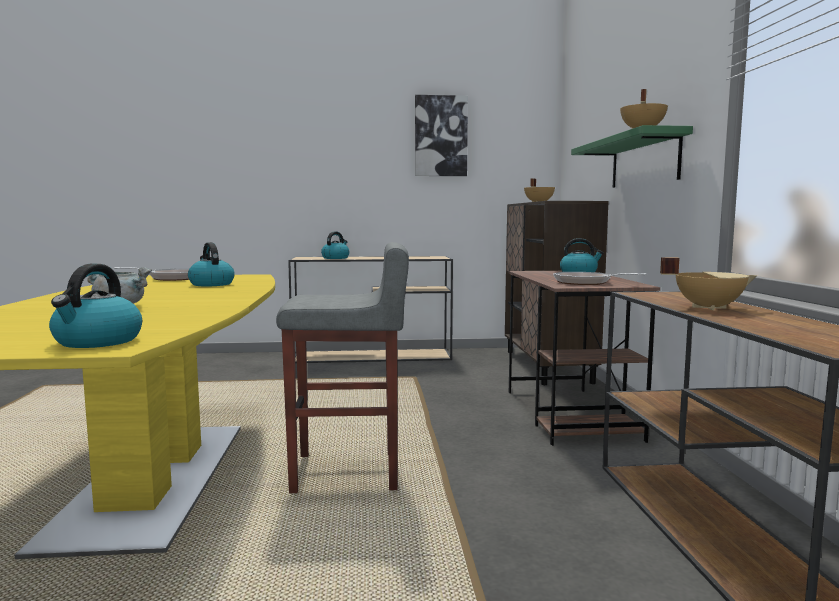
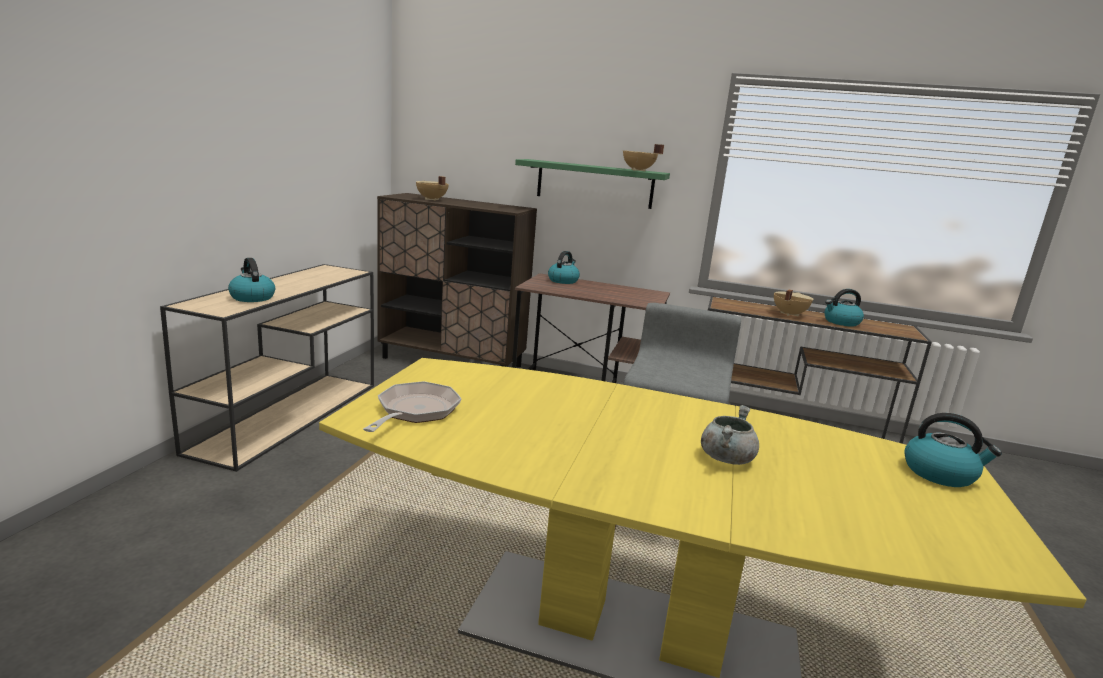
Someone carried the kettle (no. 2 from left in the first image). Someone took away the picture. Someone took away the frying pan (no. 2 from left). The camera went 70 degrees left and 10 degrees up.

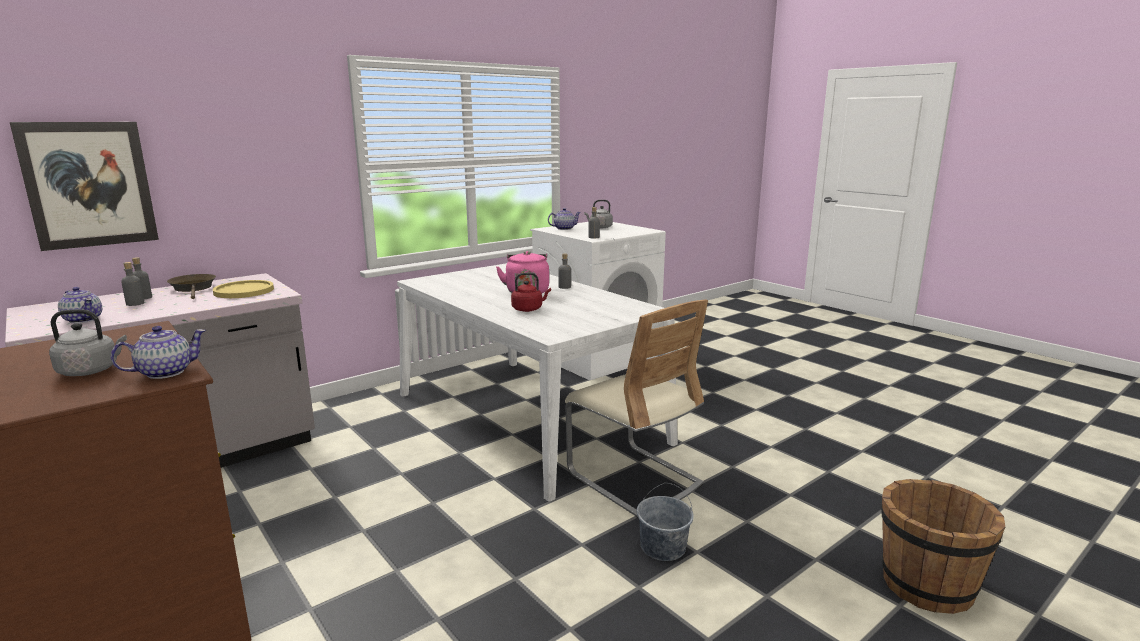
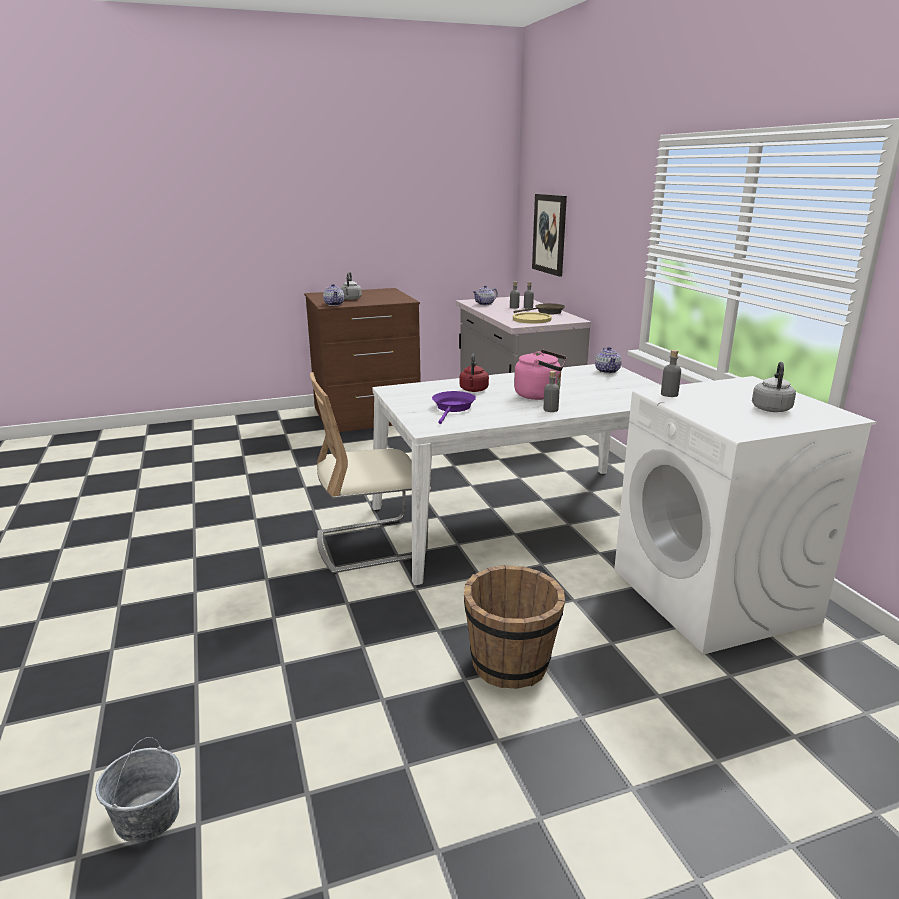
Someone carried the teapot (no. 3 from left). Someone carried the grey bucket. Someone carried the brown bucket. Someone put down the purple frying pan. The camera went 110 degrees right and 5 degrees up.

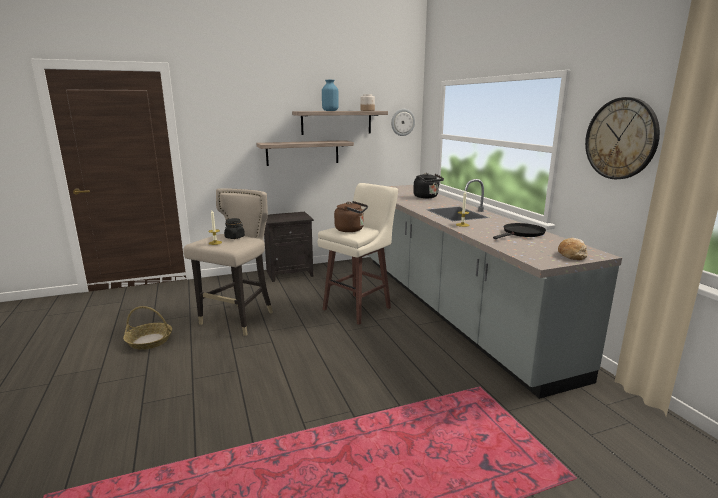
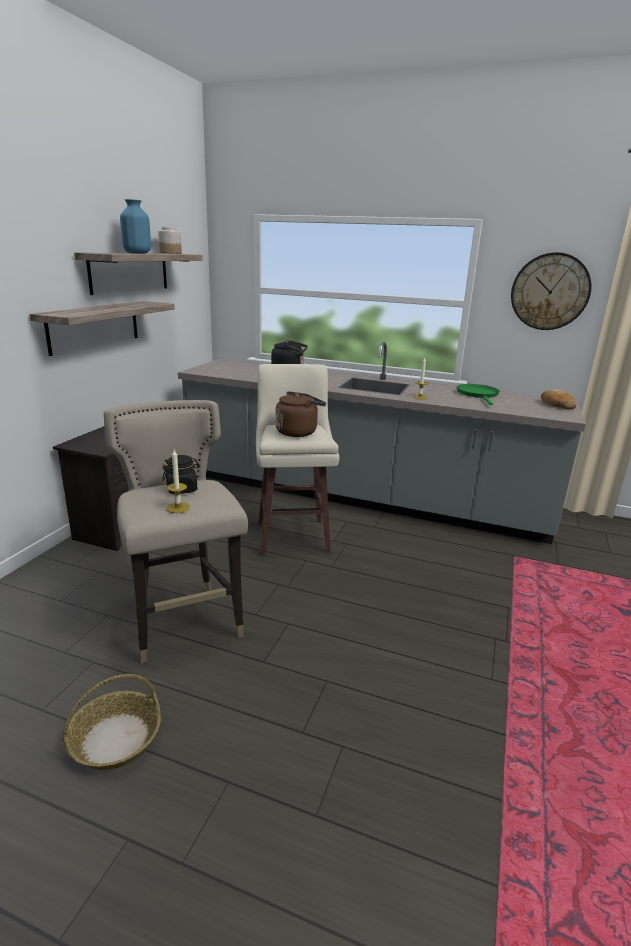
Someone took away the wall clock (no. 1 from left). Someone repainted the black frying pan, which became the green frying pan. The camera went 50 degrees left and 5 degrees up.

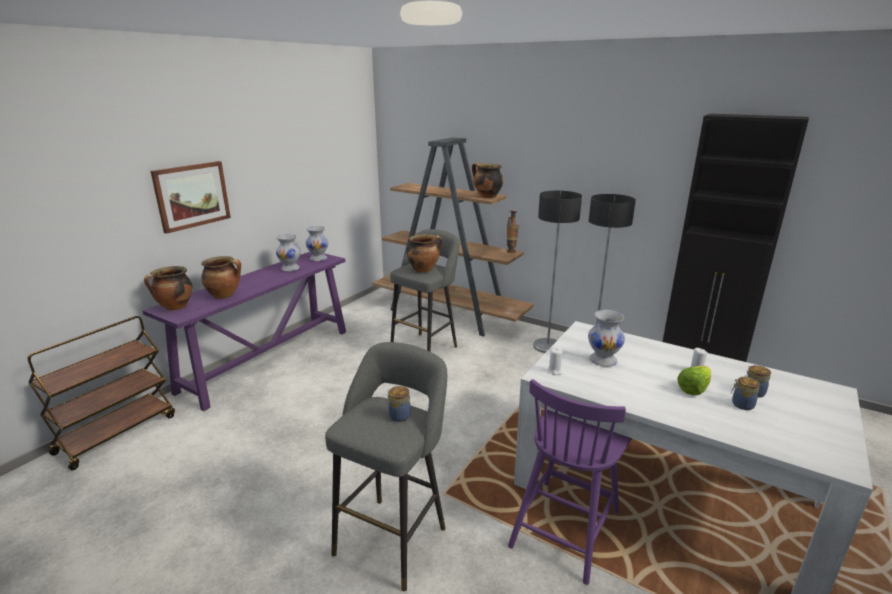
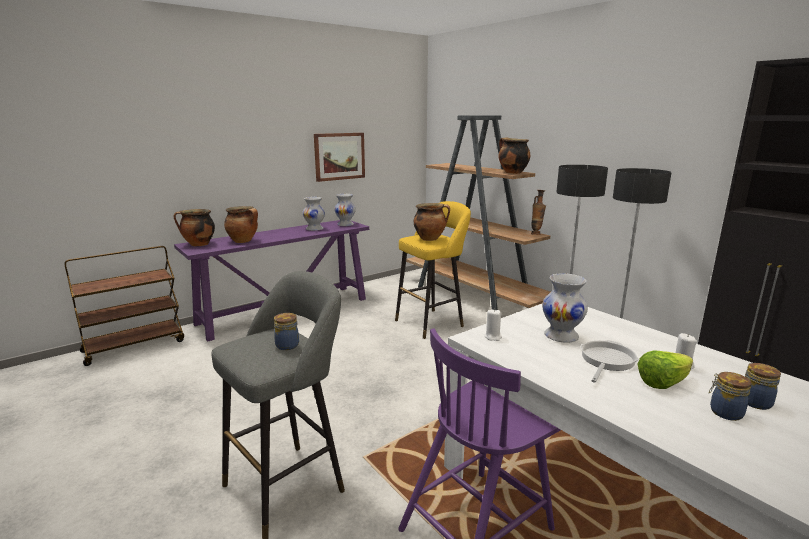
Someone carried the picture. Someone repainted the grey stool (no. 2 from left), which became the yellow stool. Someone put down the frying pan. The camera went 20 degrees right and 5 degrees down.

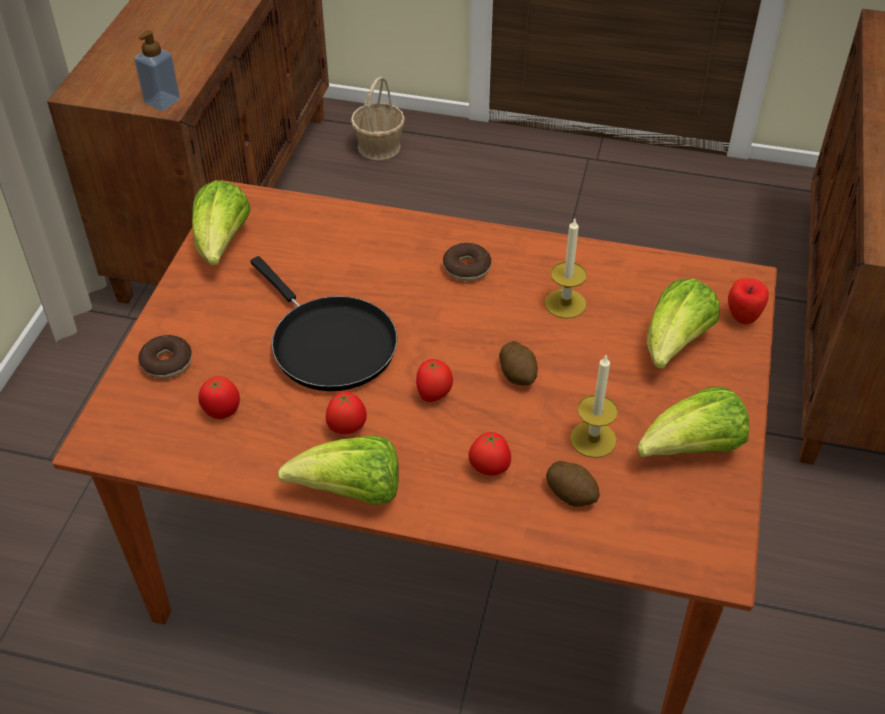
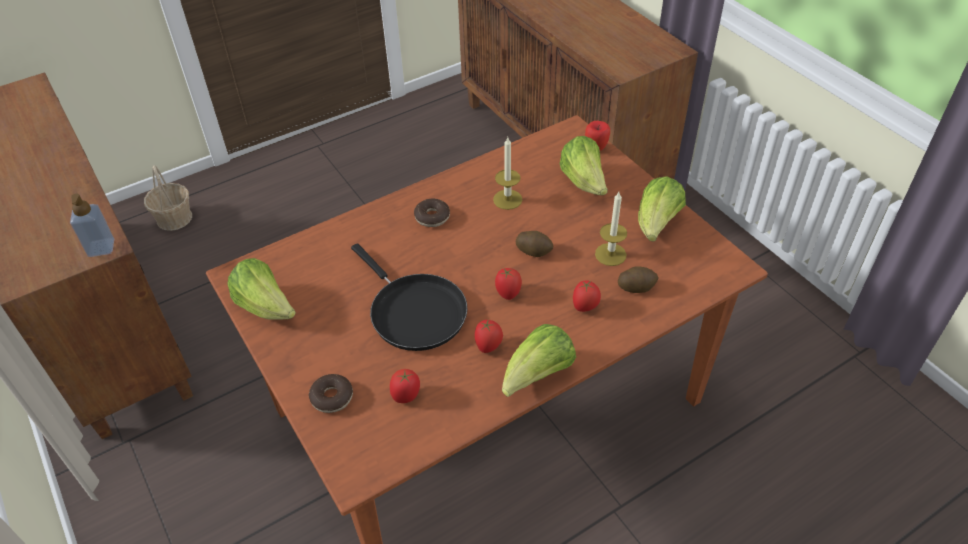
Someone rotated the black frying pan by 45 degrees clockwise. The camera went 45 degrees left and 0 degrees up.

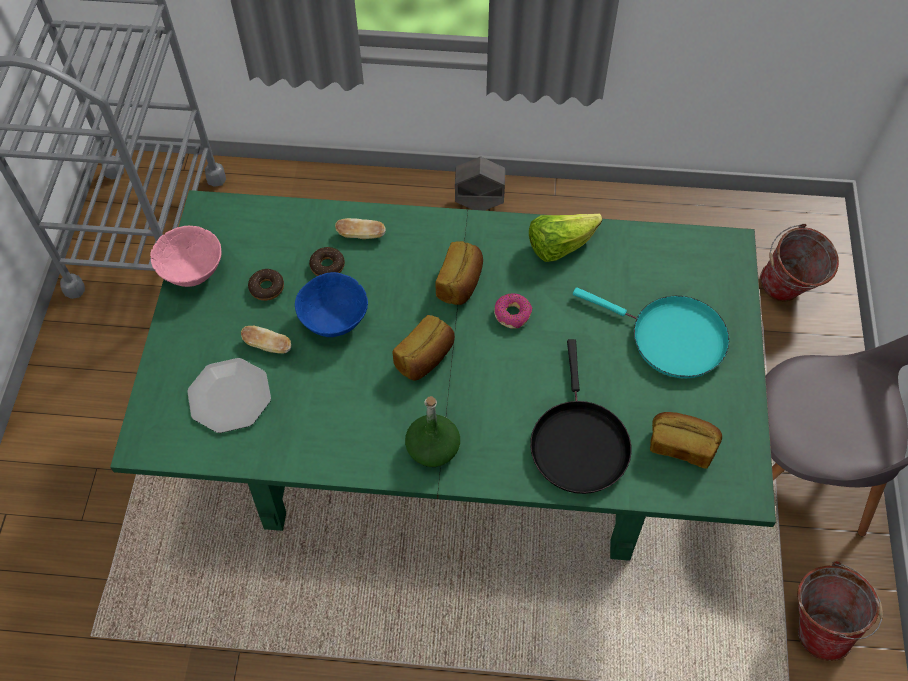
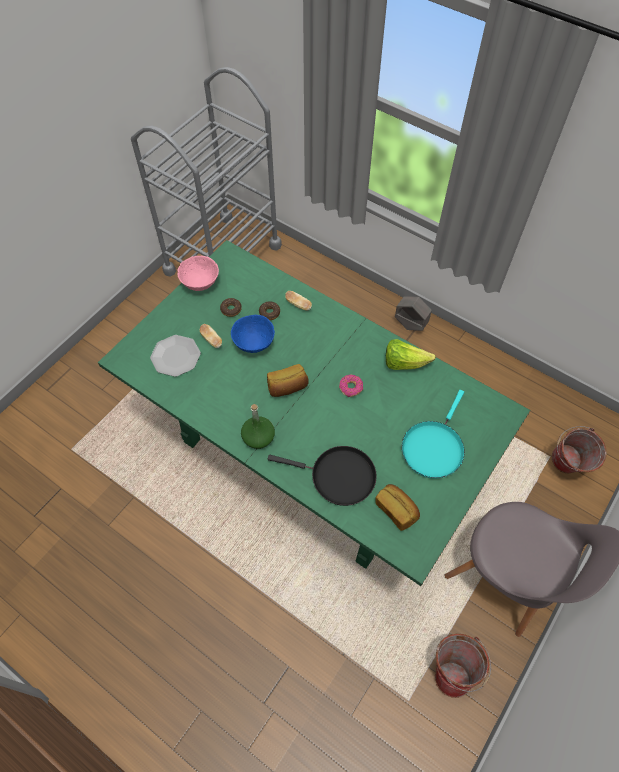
Someone took away the bread (no. 4 from left). Someone rotated the black frying pan by 105 degrees counterclockwise. Someone rotated the turquoise frying pan by 60 degrees clockwise. The camera went 30 degrees right and 0 degrees up.

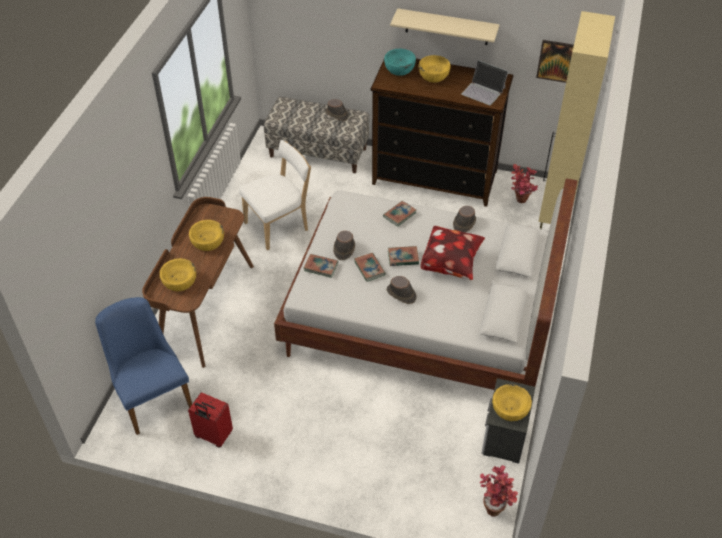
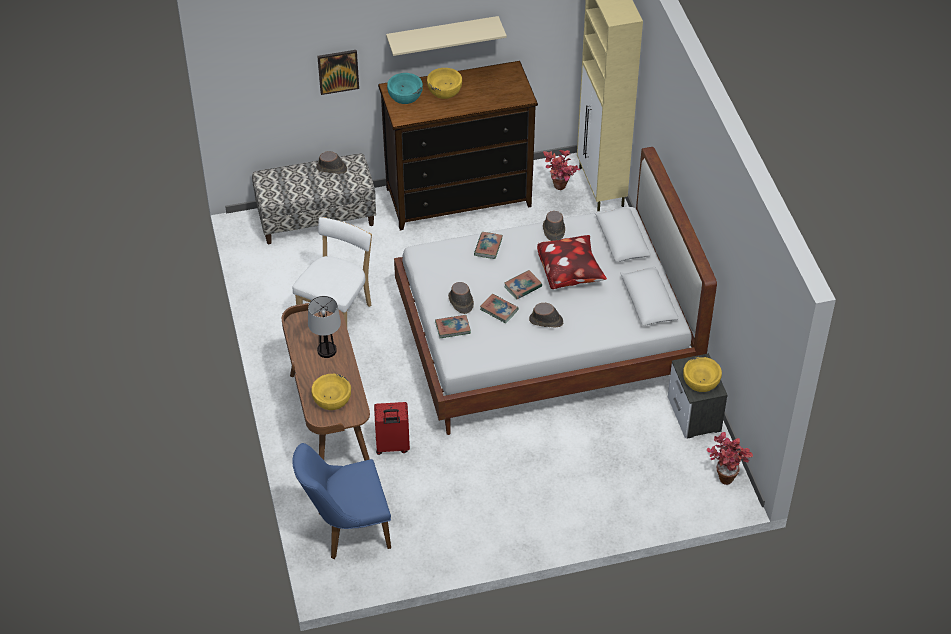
Someone rotated the blue chair by 45 degrees counterclockwise. Someone carried the red suitcase. Someone swapped the yellow bowl (no. 2 from left) for the table lamp. Someone took away the laptop. Someone carried the picture. The camera went 30 degrees left and 0 degrees up.

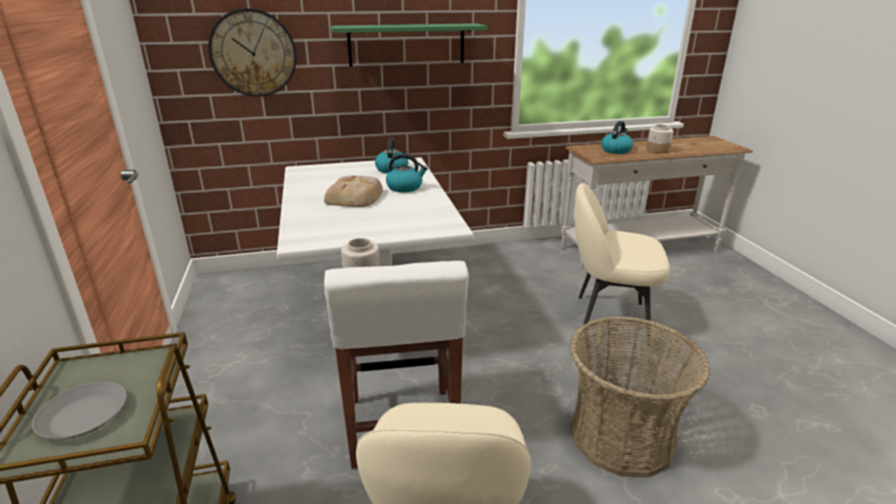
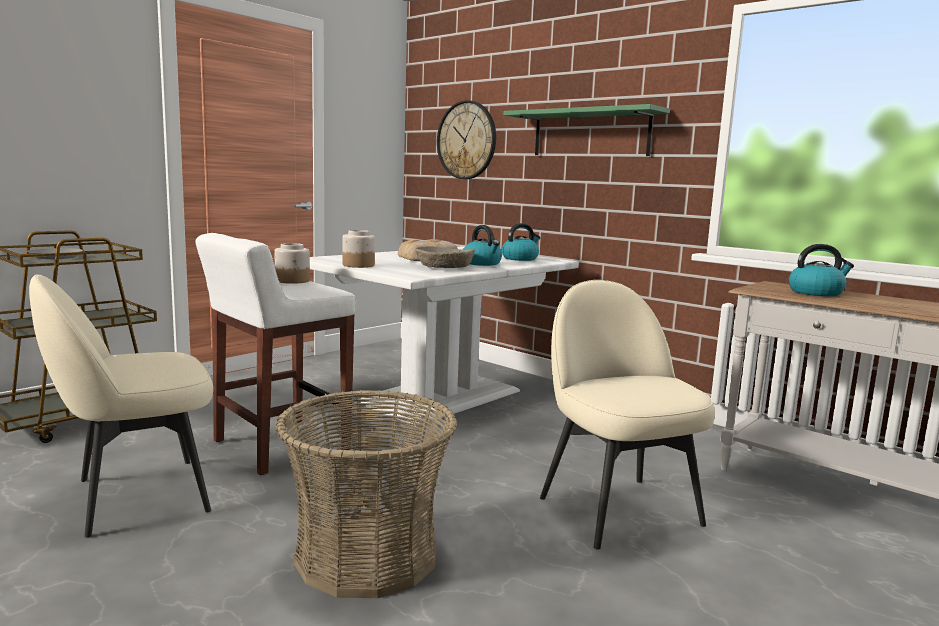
Someone carried the jar (no. 2 from left). Someone put down the beige bowl. The camera went 55 degrees right and 15 degrees down.

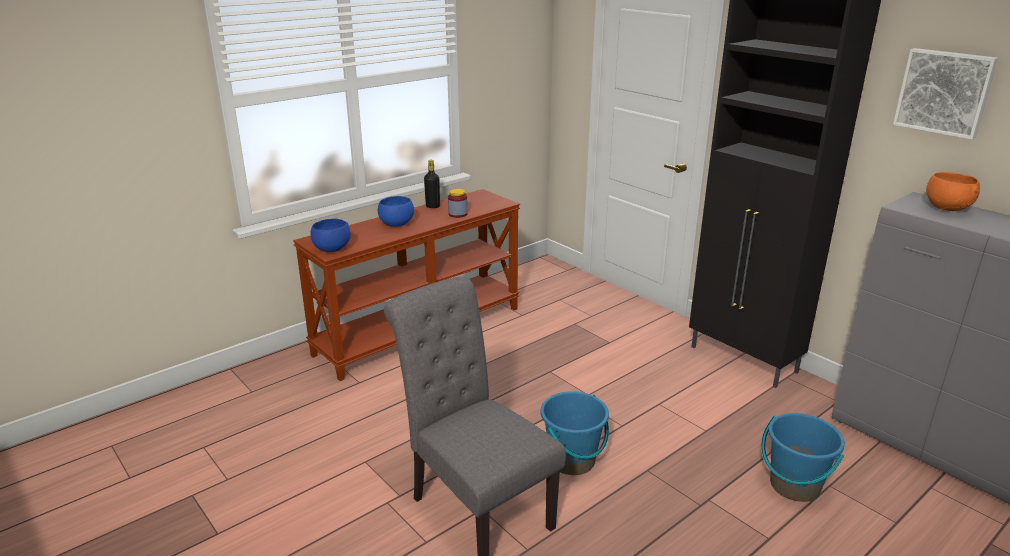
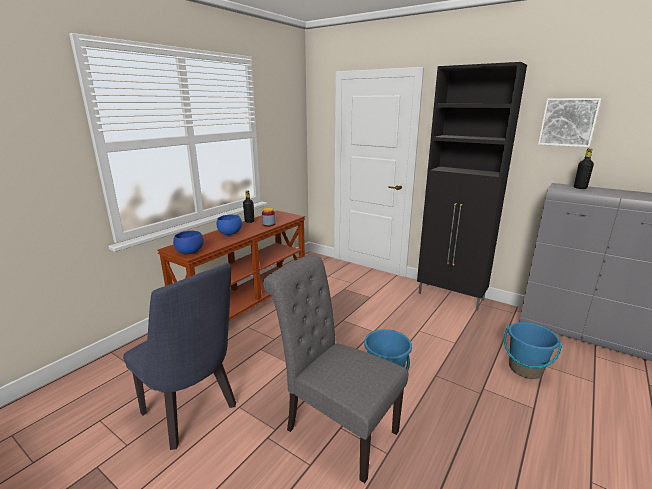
Someone swapped the orange bowl for the black bottle (no. 2 from left). Someone put down the blue chair. The camera went 15 degrees left and 5 degrees down.

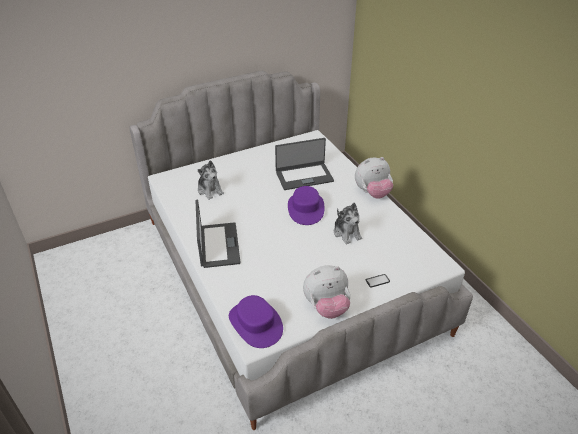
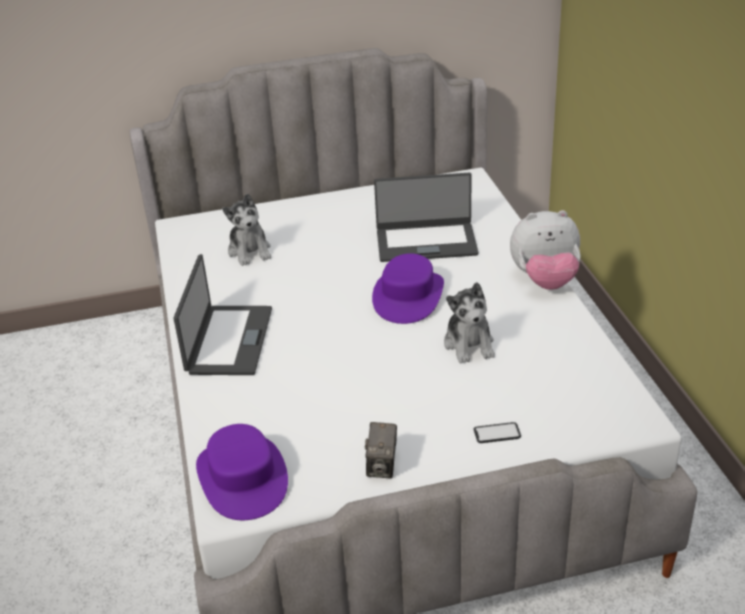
Someone swapped the plush toy (no. 2 from left) for the photo camera. The camera went 15 degrees right and 5 degrees down.

